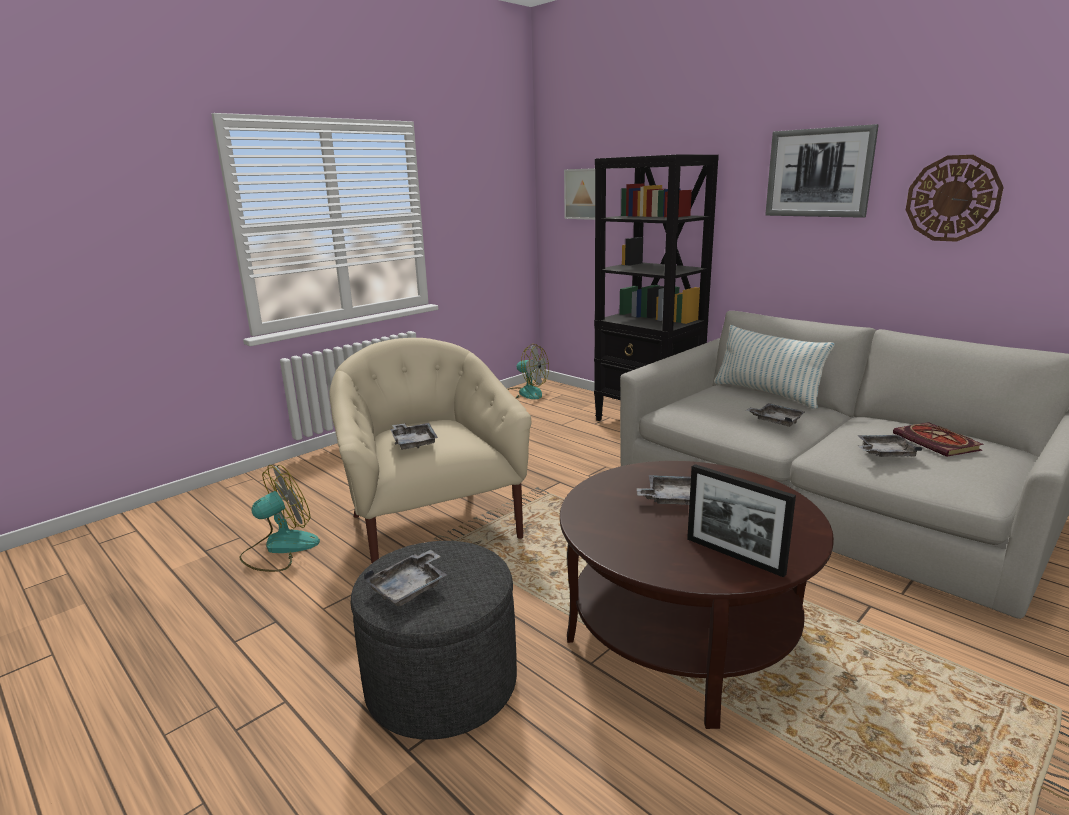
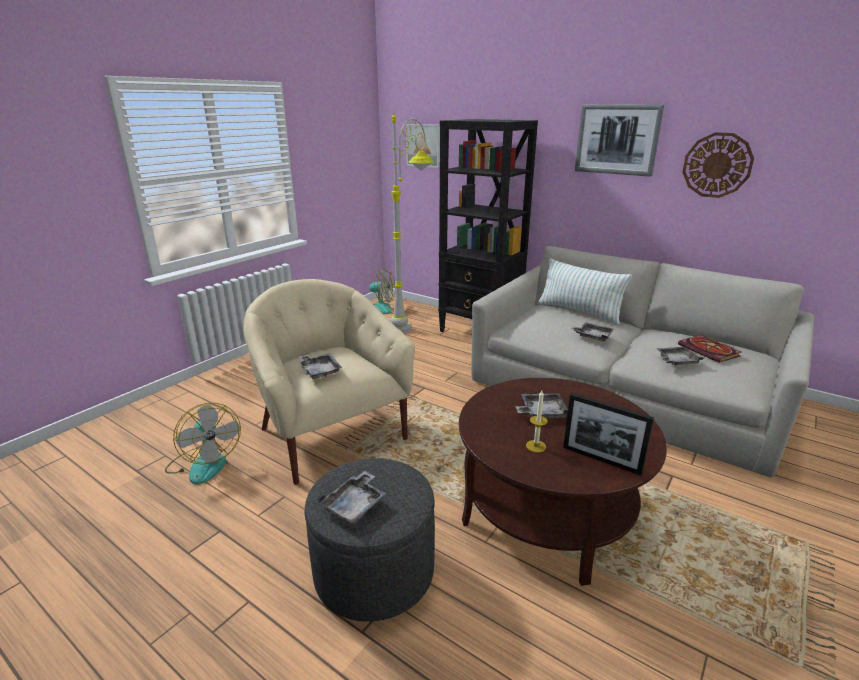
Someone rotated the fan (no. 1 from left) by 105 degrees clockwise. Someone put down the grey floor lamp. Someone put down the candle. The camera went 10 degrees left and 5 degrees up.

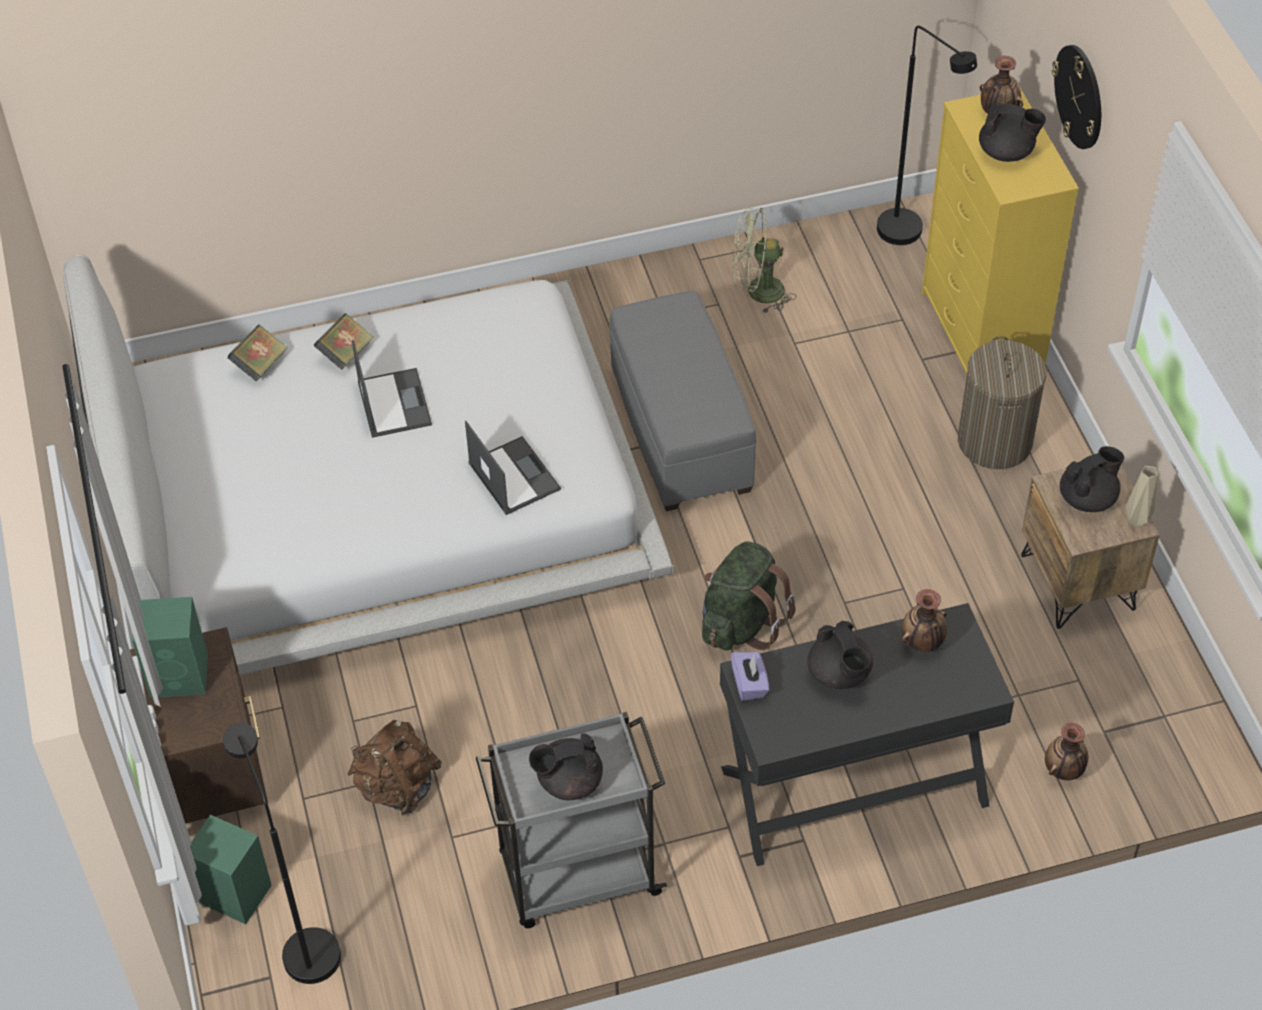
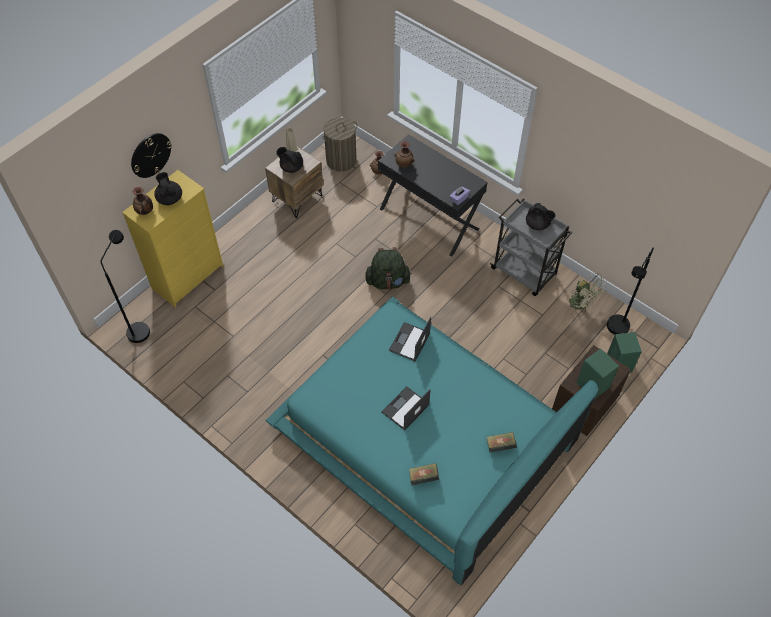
Someone repainted the white bed, which became the turquoise bed. Someone carried the book (no. 2 from left). Someone took away the brown backpack. Someone took away the grey ottoman. Someone carried the green fan. Someone took away the black teapot (no. 2 from left). Someone carried the laundry basket. The camera went 125 degrees left and 5 degrees up.

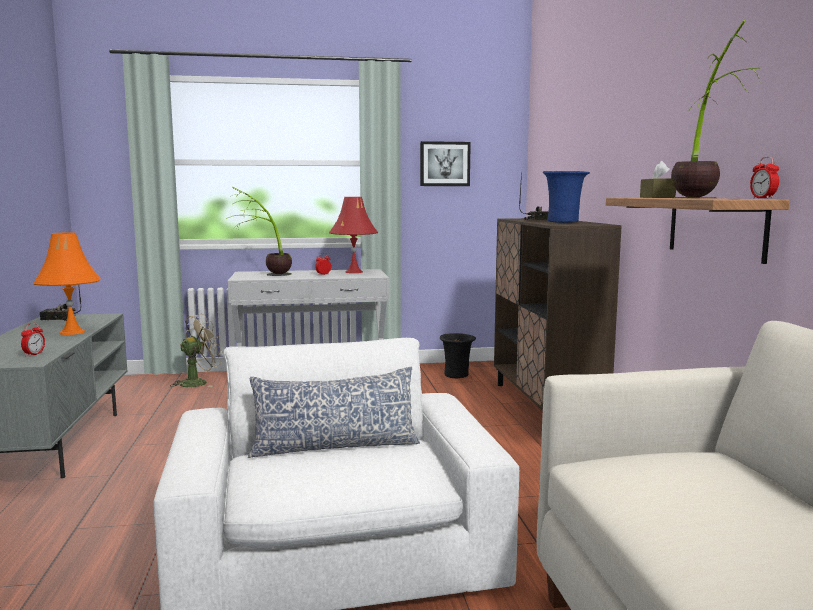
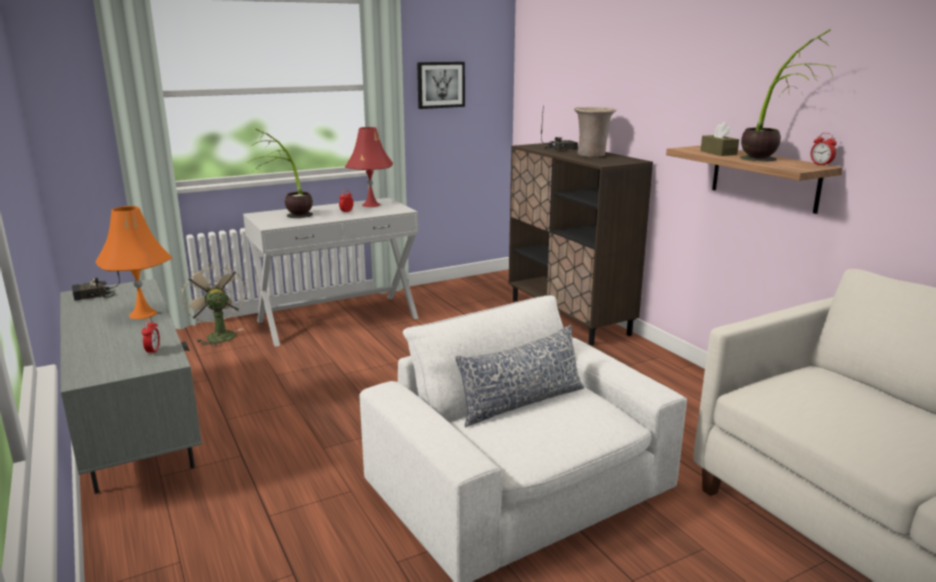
Someone rotated the beige fan by 60 degrees counterclockwise. Someone took away the black vase. Someone repainted the blue vase, which became the beige vase. The camera went 20 degrees left and 10 degrees up.

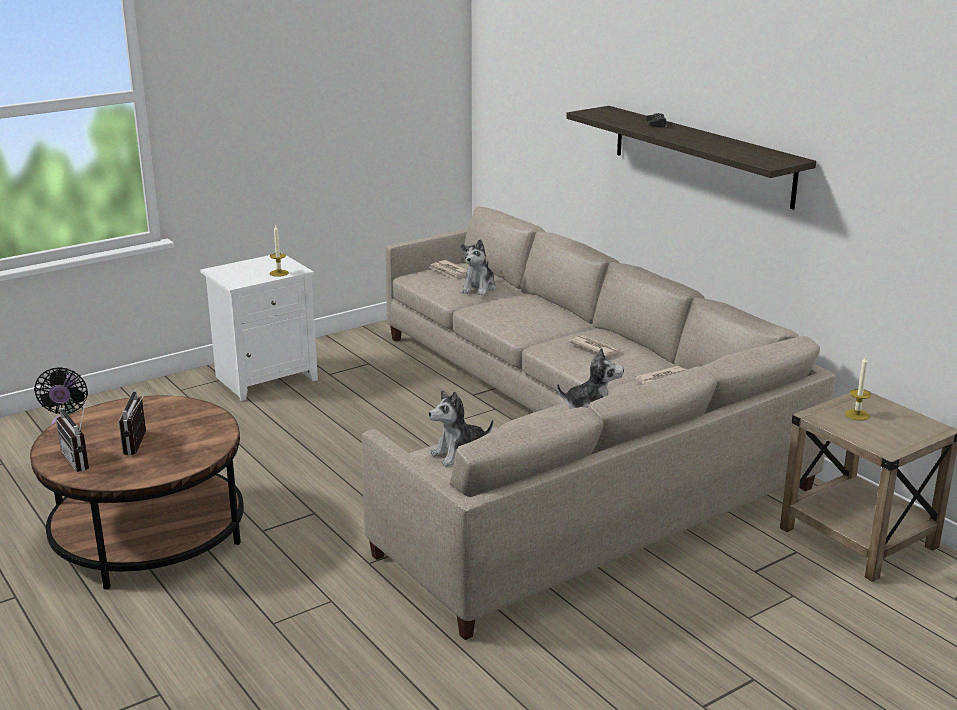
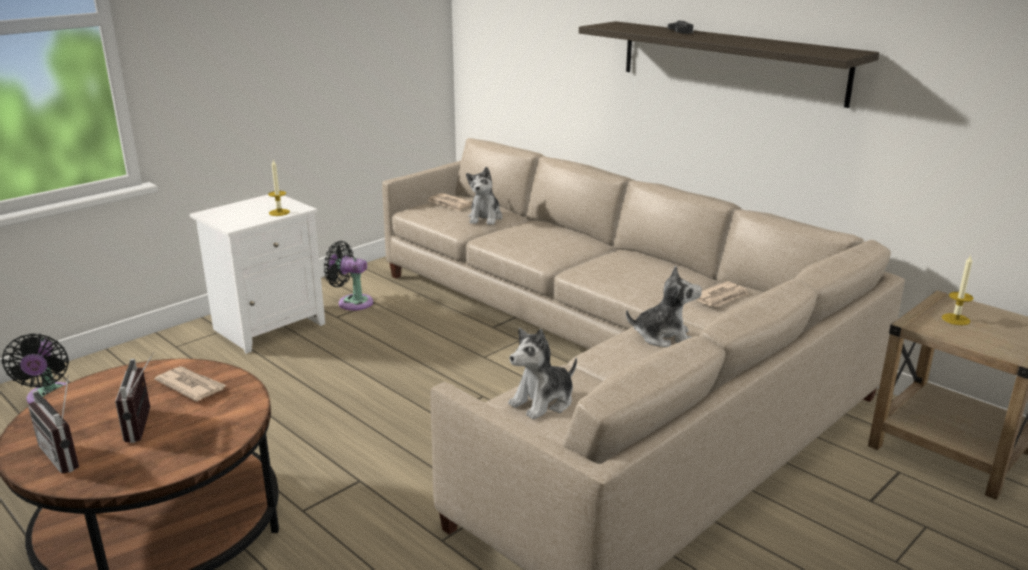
Someone carried the newspaper (no. 2 from left in the first image). Someone put down the black fan (no. 2 from left). The camera went 10 degrees left and 0 degrees up.

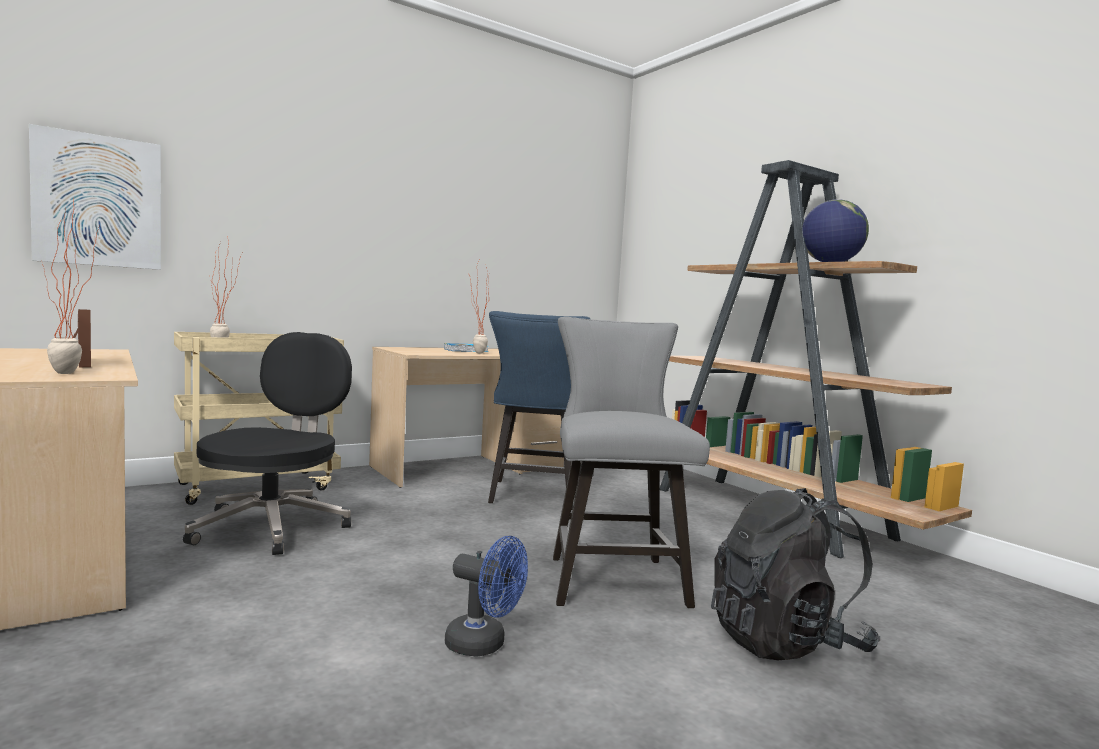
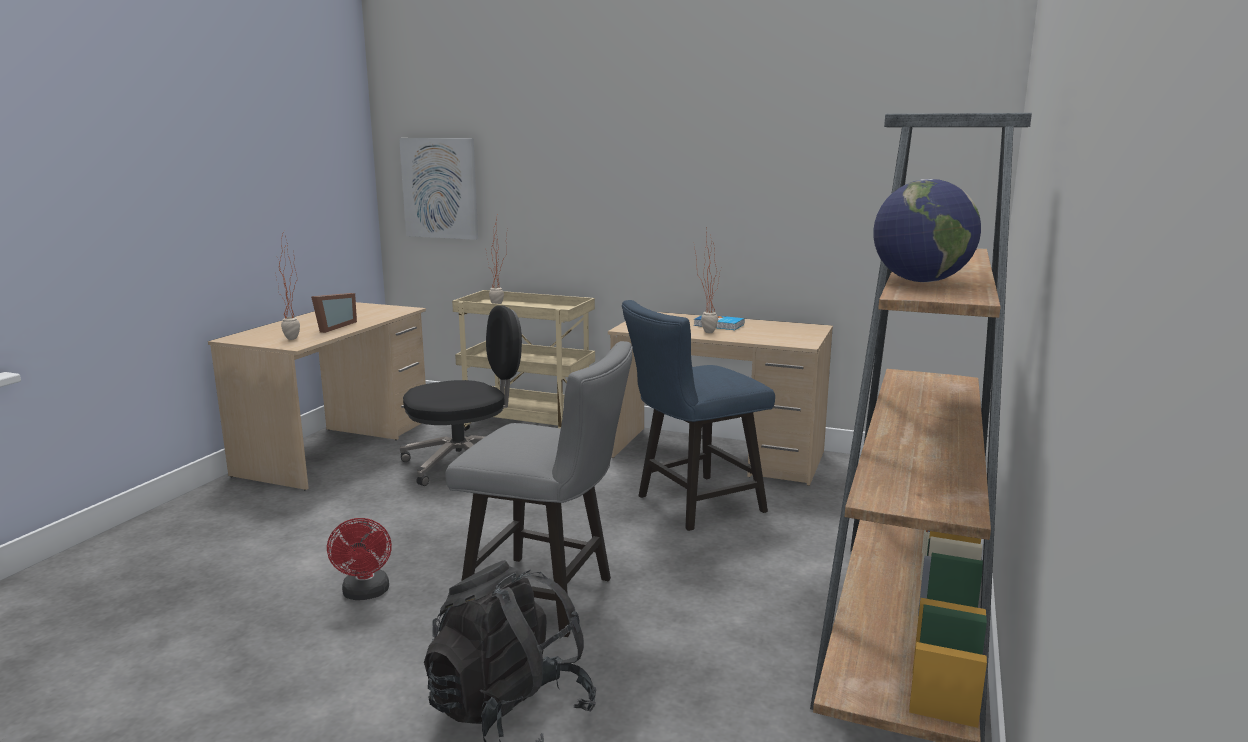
Someone repainted the blue fan, which became the red fan. Someone rotated the grey chair by 60 degrees clockwise. The camera went 55 degrees right and 10 degrees up.

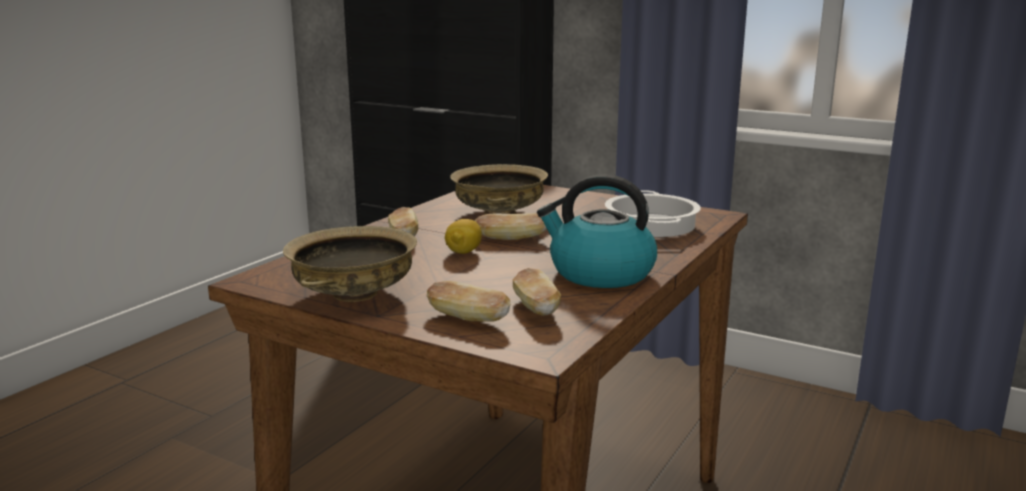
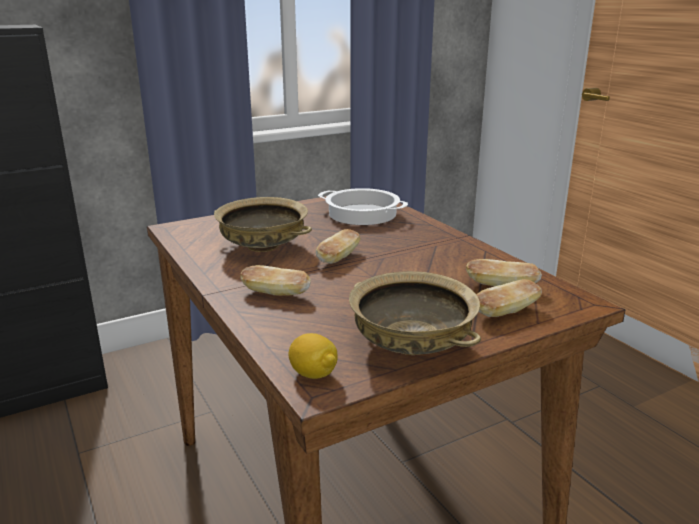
Someone carried the lemon. Someone took away the kettle. The camera went 60 degrees left and 5 degrees up.

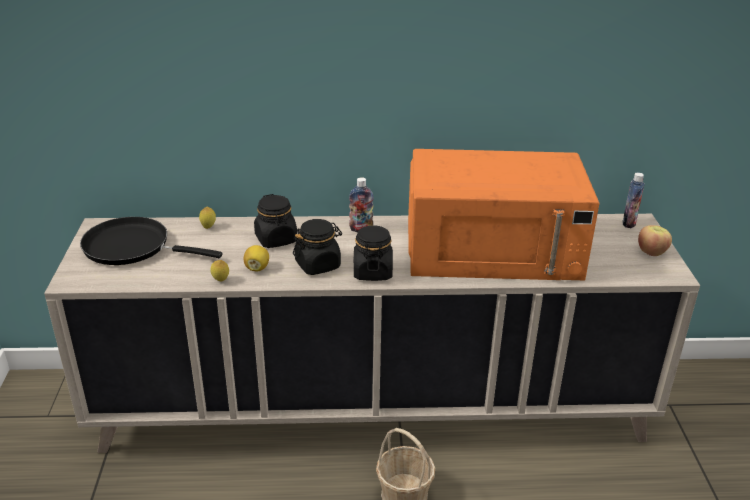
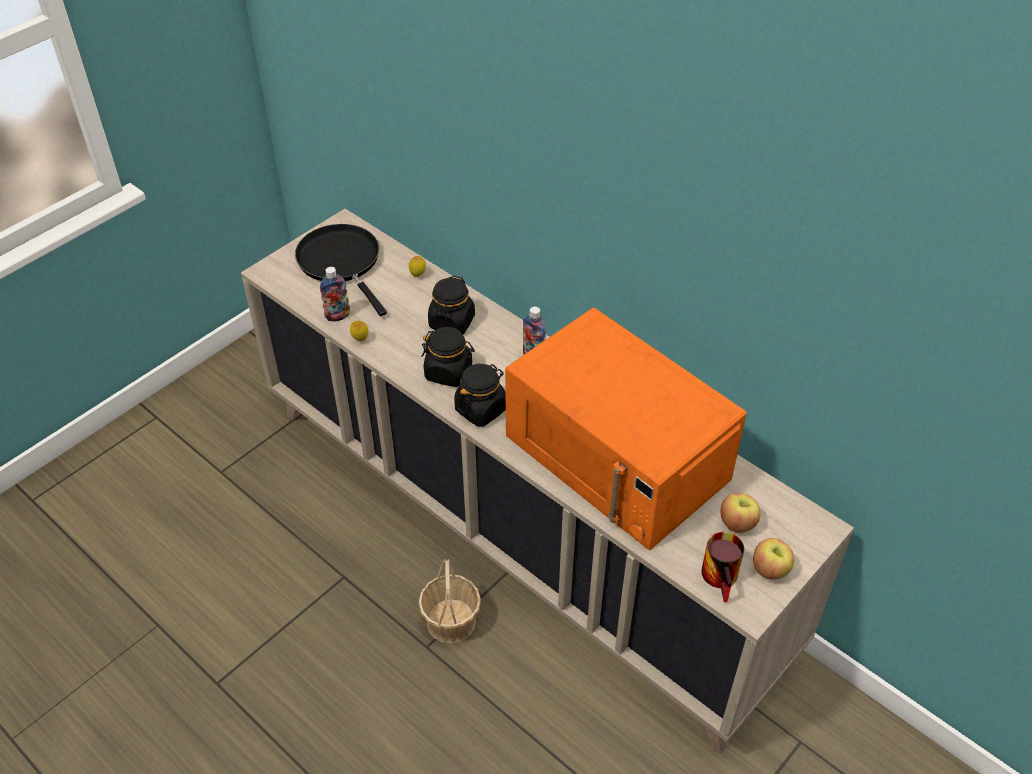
Someone took away the lemon (no. 3 from left). Someone carried the bottle (no. 2 from left in the first image). Someone put down the mug. Someone put down the apple (no. 1 from left). The camera went 45 degrees right and 15 degrees up.

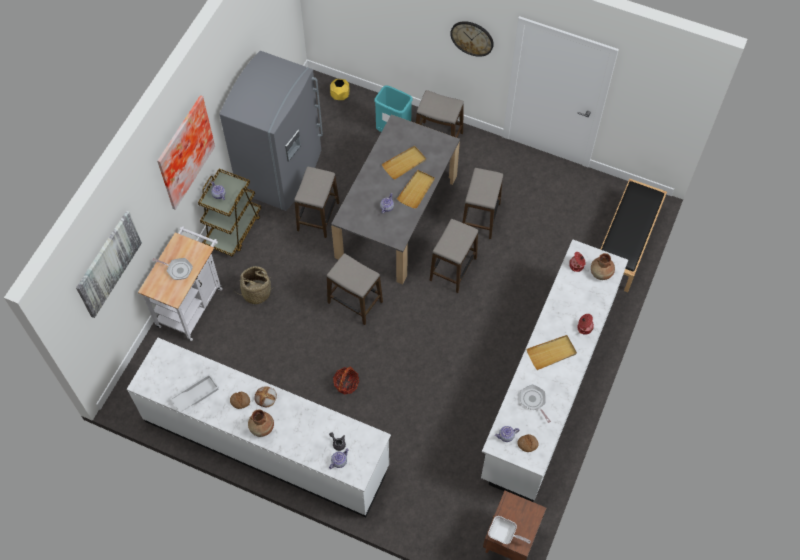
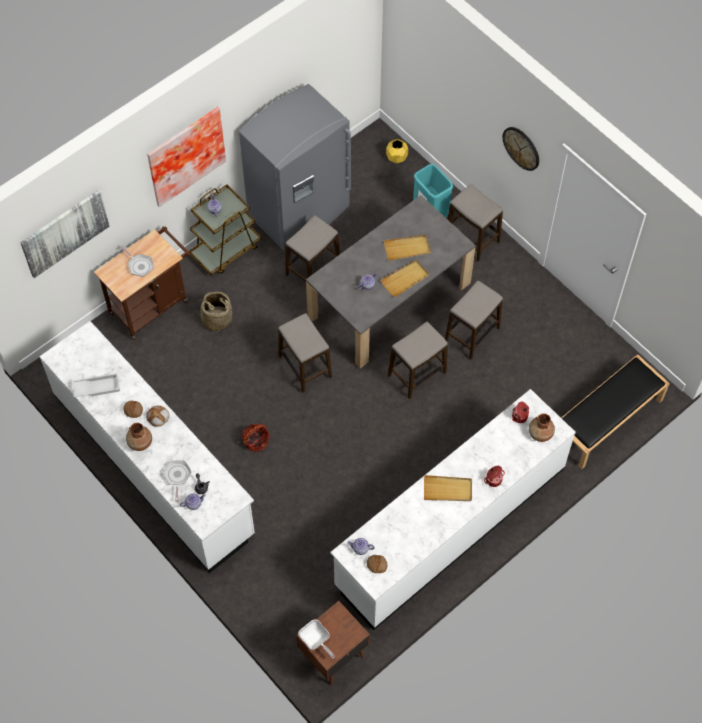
Someone repainted the white cart, which became the brown cart (no. 1 from left). Someone carried the frying pan (no. 3 from left in the first image). The camera went 25 degrees right and 0 degrees up.

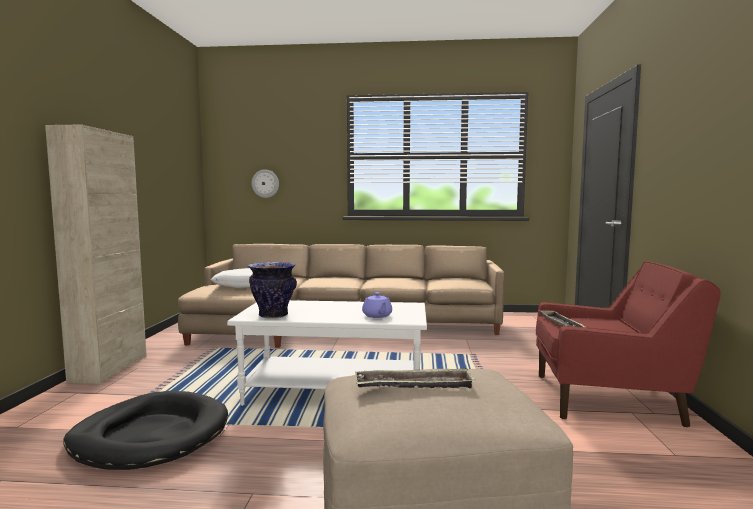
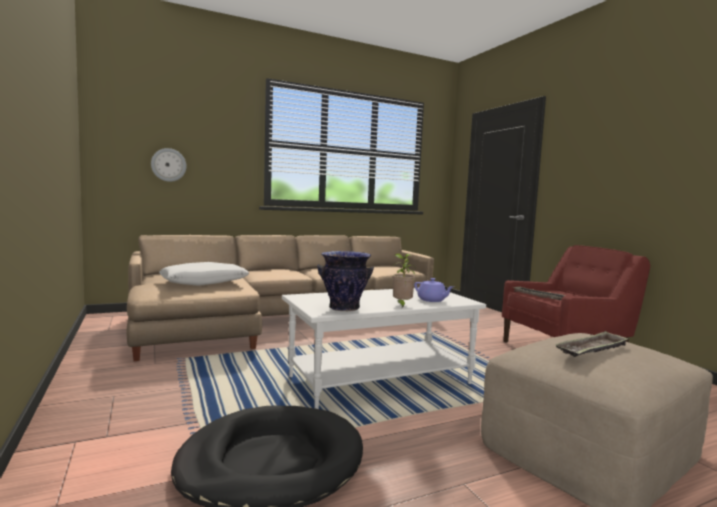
Someone took away the beige cabinet. Someone put down the potted plant. The camera went 30 degrees left and 0 degrees up.

